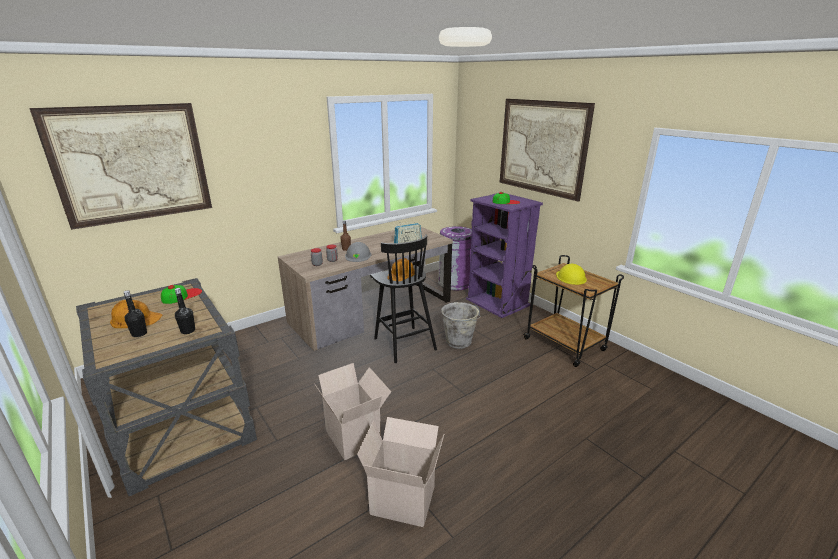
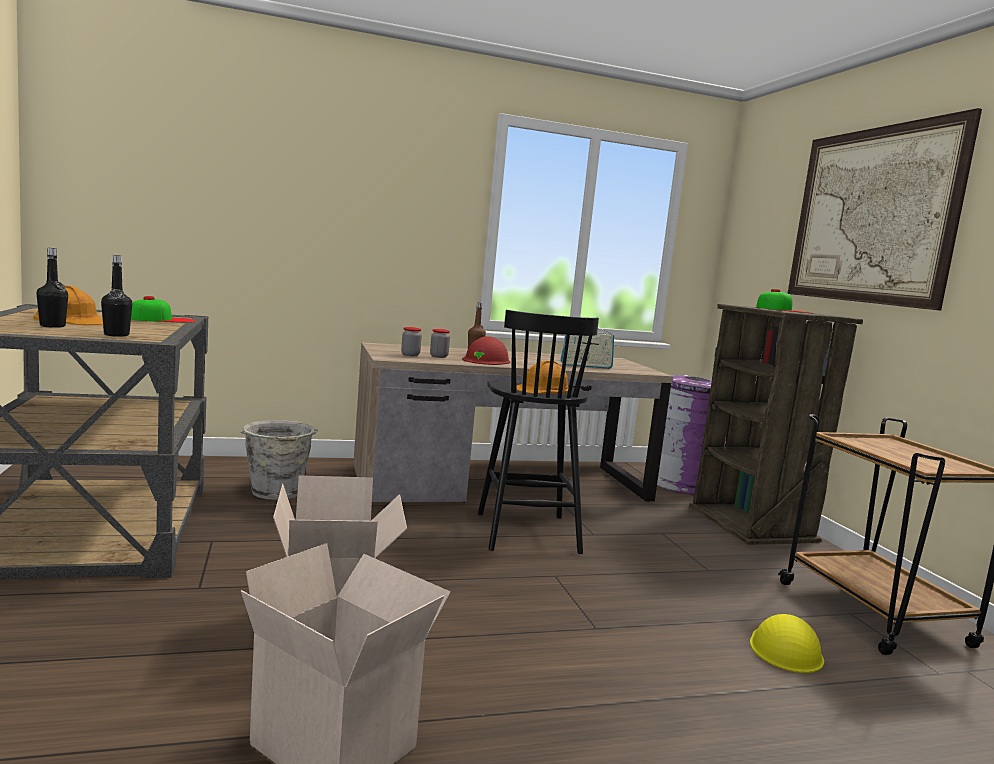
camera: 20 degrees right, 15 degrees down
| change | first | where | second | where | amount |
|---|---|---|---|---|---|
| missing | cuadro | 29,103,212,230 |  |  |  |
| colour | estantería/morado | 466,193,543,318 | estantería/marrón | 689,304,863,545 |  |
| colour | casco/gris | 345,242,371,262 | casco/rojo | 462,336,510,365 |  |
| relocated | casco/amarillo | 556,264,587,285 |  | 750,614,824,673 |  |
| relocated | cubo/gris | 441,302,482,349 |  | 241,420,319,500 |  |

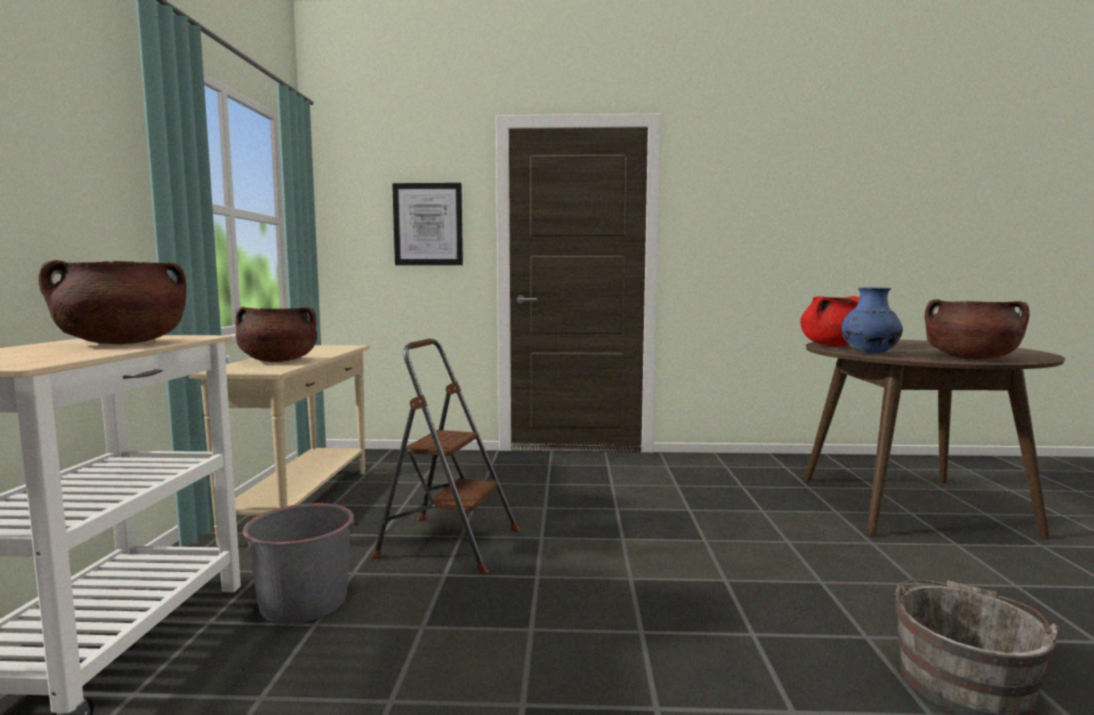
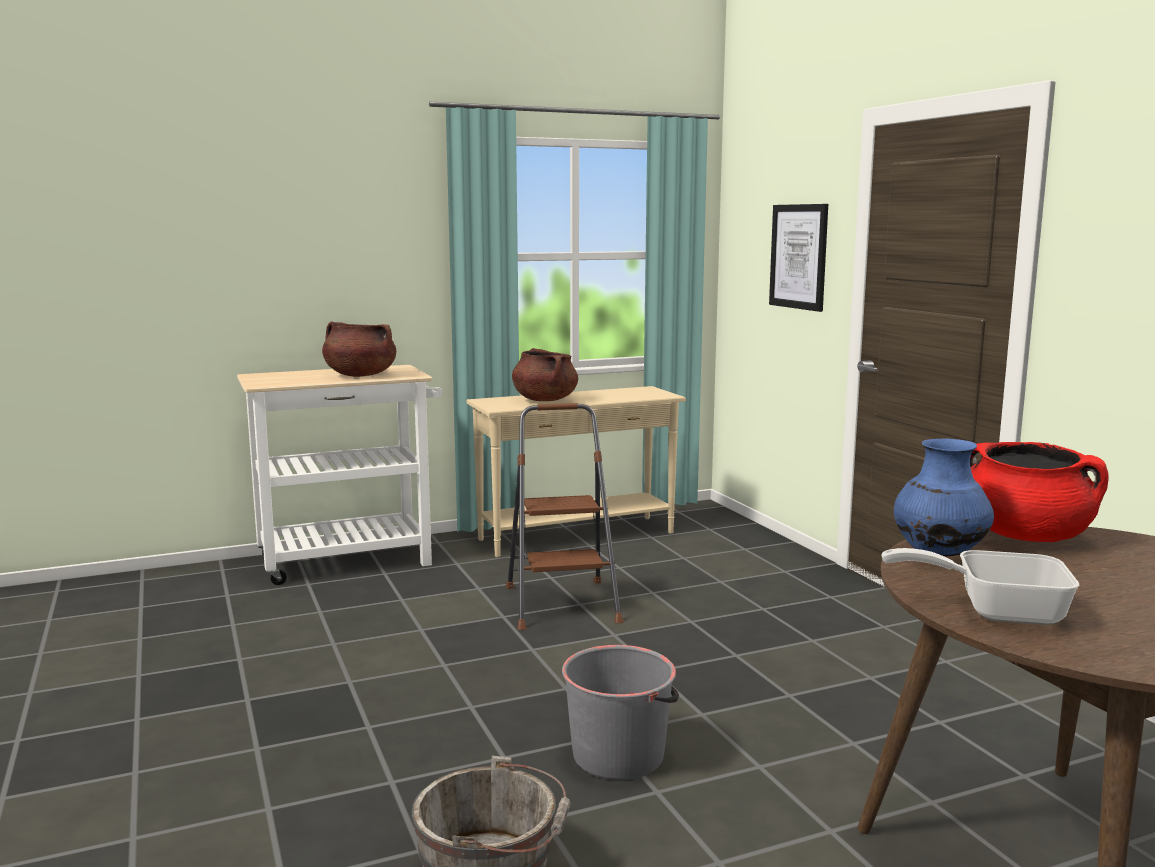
camera: 65 degrees right, 5 degrees up
| change | first | where | second | where | amount |
|---|---|---|---|---|---|
| exchanged | olla/marrón | 925,299,1030,360 | sartén | 882,548,1079,625 |  |
| relocated | cubo/gris | 242,503,359,624 |  | 562,645,679,780 |  |

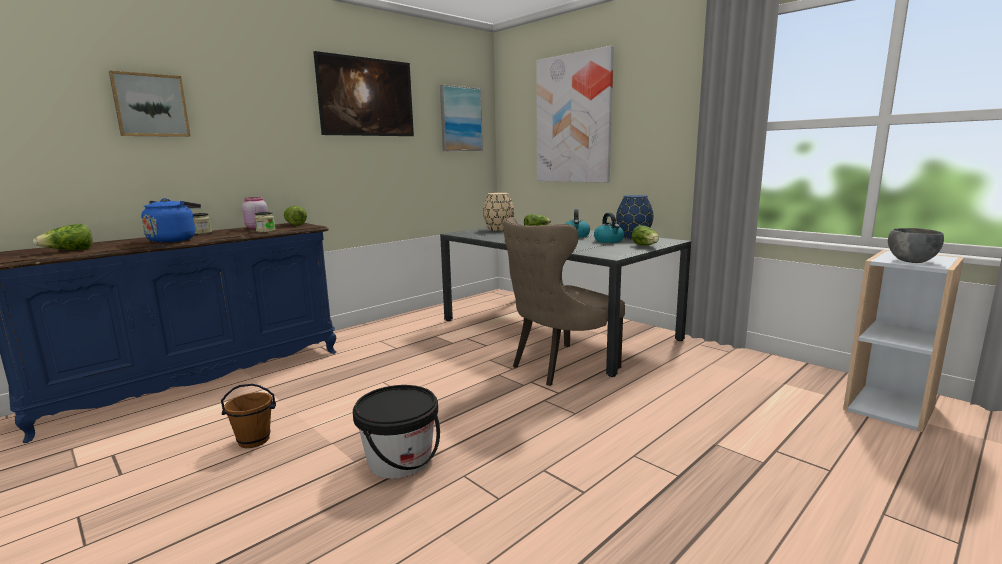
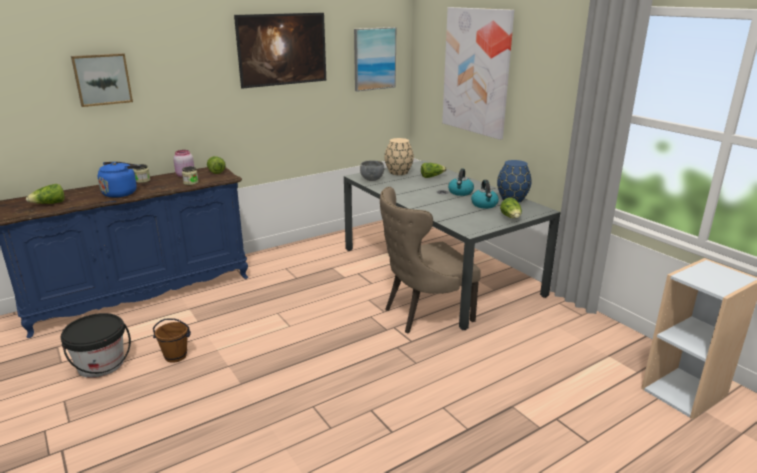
camera: 10 degrees right, 10 degrees up
| change | first | where | second | where | amount |
|---|---|---|---|---|---|
| relocated | cuenco/gris | 888,228,944,263 |  | 360,160,384,181 |  |
| relocated | cubo/negro | 353,385,440,479 |  | 61,313,131,378 |  |

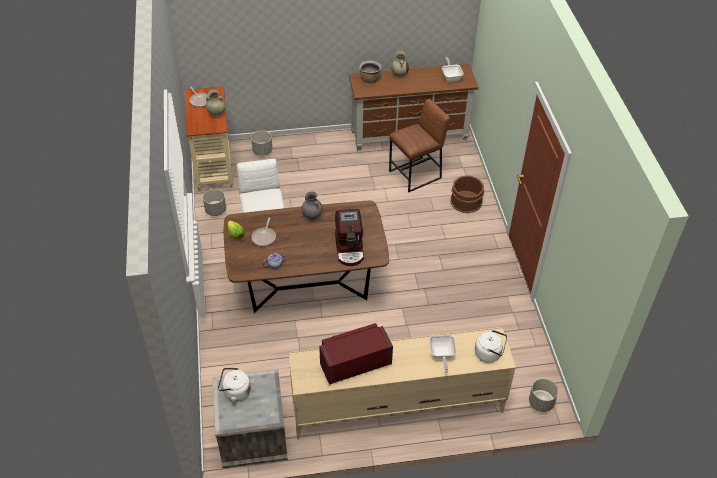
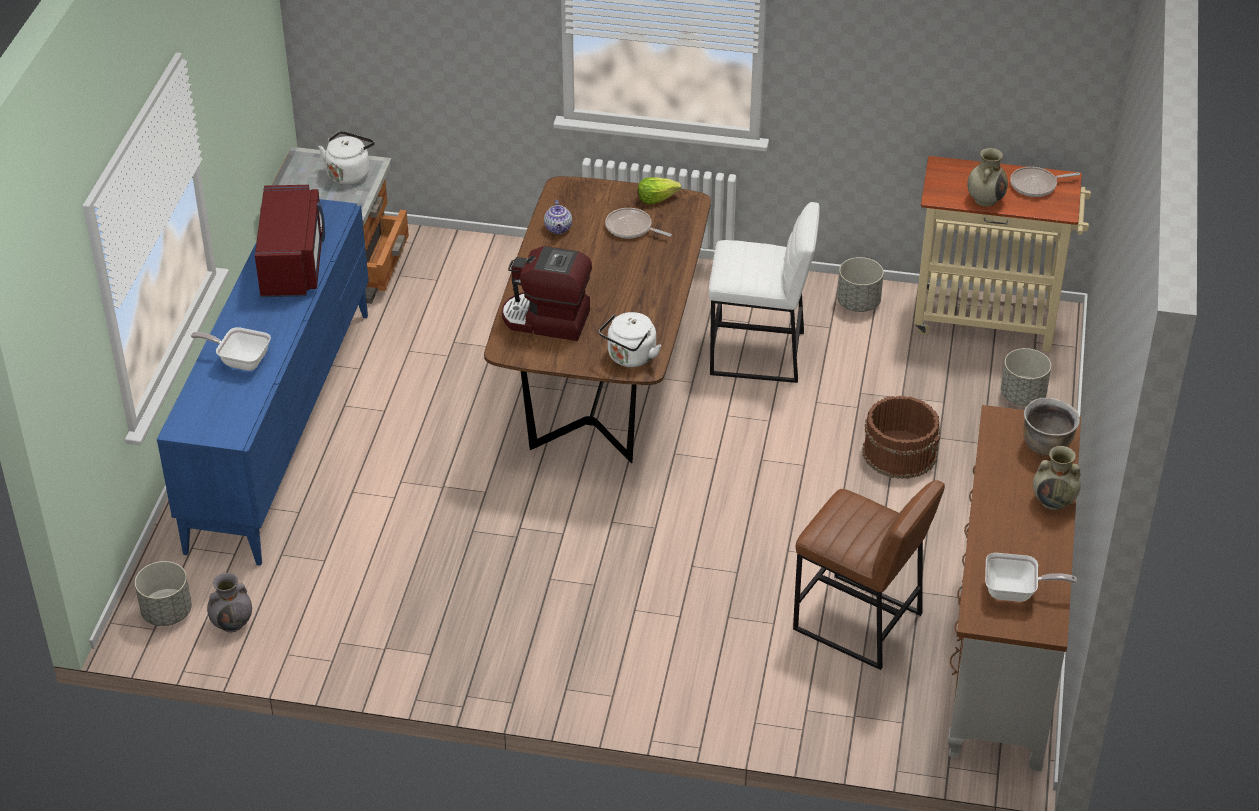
camera: 110 degrees right, 5 degrees down
| change | first | where | second | where | amount |
|---|---|---|---|---|---|
| spun | silla/marrón | 389,99,450,192 |  | 793,480,945,670 | 45 degrees counterclockwise |
| relocated | cubo/marrón | 450,175,484,213 |  | 862,396,940,479 |  |
| relocated | florero/gris | 302,191,322,220 |  | 207,573,252,632 |  |
| colour | armario/beis | 289,327,516,440 | armario/azul | 157,199,369,566 |  |
| relocated | hervidor/blanco | 475,329,507,363 |  | 599,312,661,367 |  |

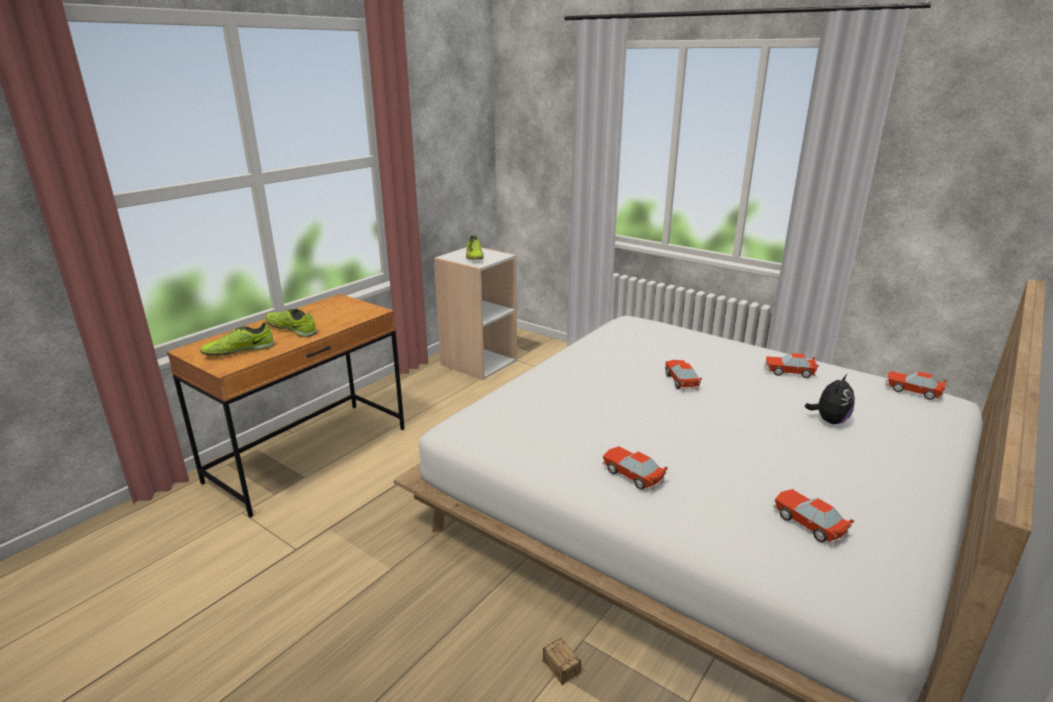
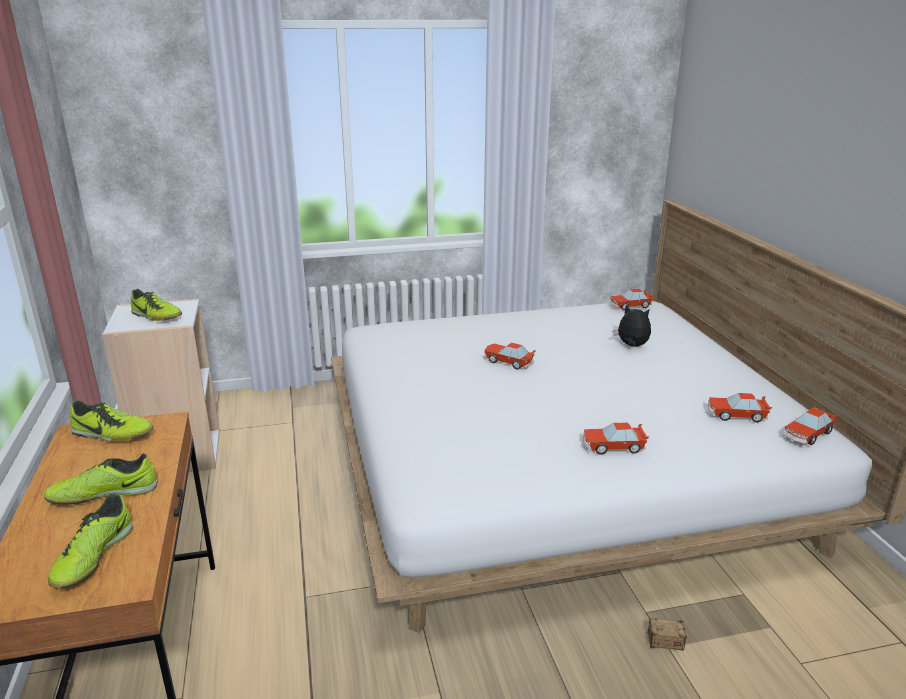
camera: 50 degrees left, 0 degrees up
| change | first | where | second | where | amount |
|---|---|---|---|---|---|
| relocated | coche de juguete | 764,353,819,378 |  | 783,405,838,445 |  |
| spun | peluche | 805,374,855,424 |  | 613,305,651,347 | 45 degrees counterclockwise |
| appeared |  |  | zapato | 70,400,153,442 |  |

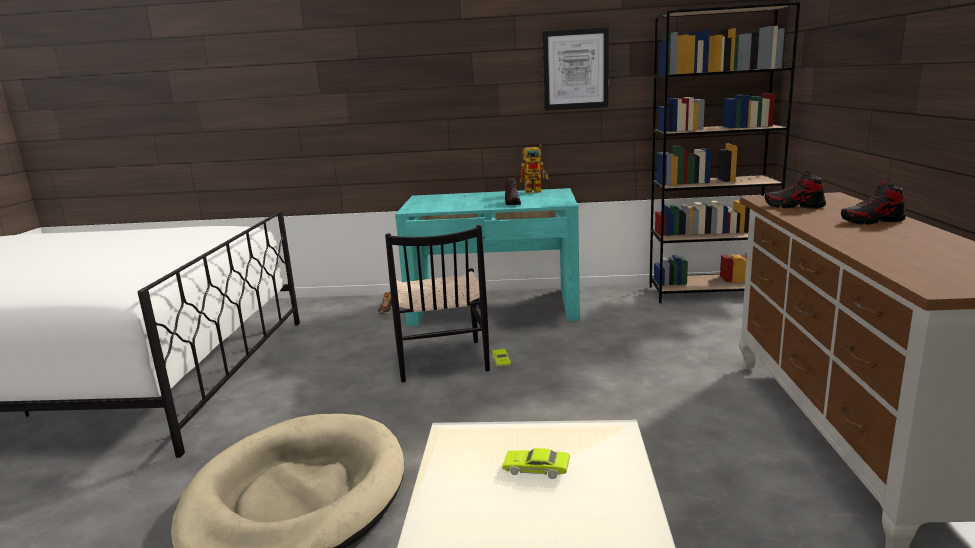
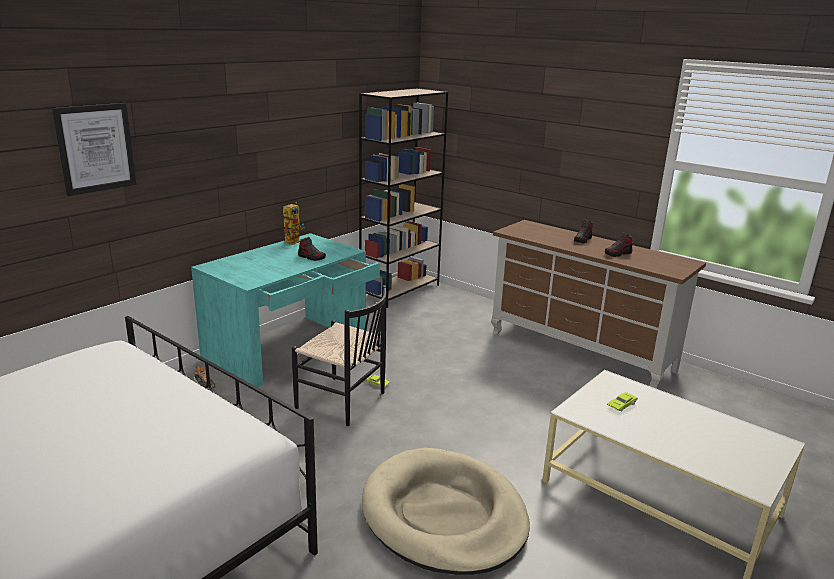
camera: 55 degrees left, 5 degrees up
| change | first | where | second | where | amount |
|---|---|---|---|---|---|
| relocated | cuadro | 542,27,609,111 |  | 52,103,137,196 |  |
| relocated | zapato | 765,171,826,209 |  | 605,233,633,257 |  |

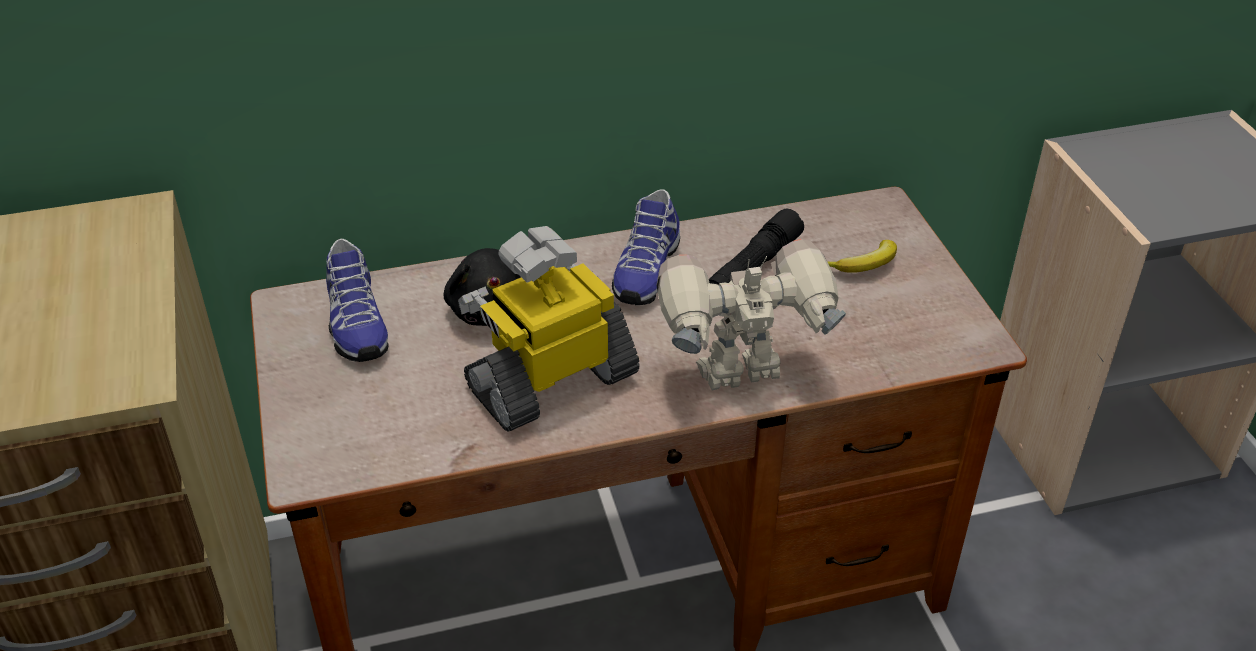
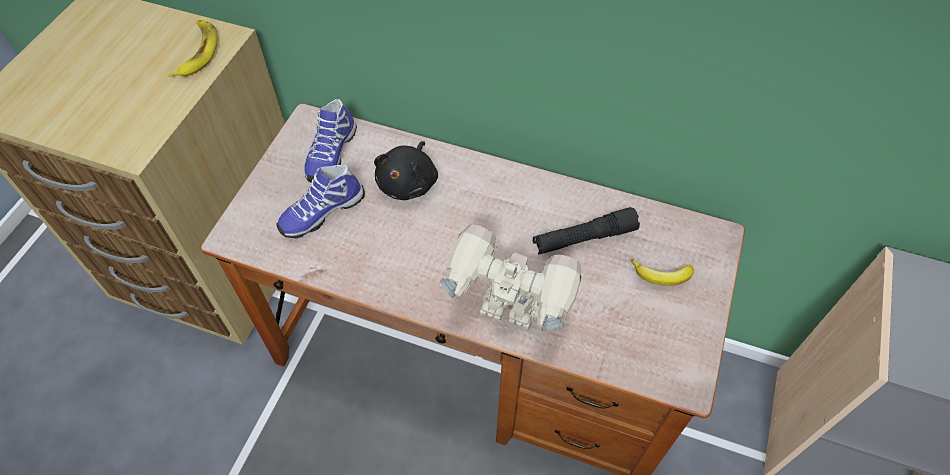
camera: 35 degrees right, 15 degrees up
| change | first | where | second | where | amount |
|---|---|---|---|---|---|
| relocated | zapato | 612,189,680,305 |  | 277,165,365,238 |  |
| missing | robot de juguete | 458,226,640,432 |  |  |  |
| appeared |  |  | plátano | 168,20,218,77 |  |

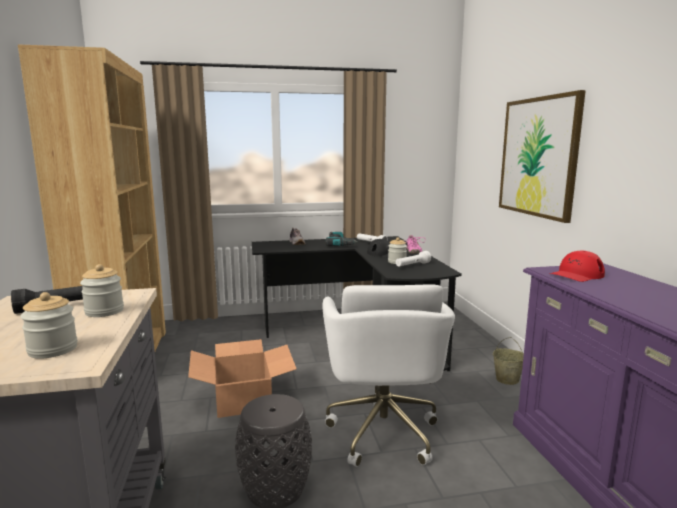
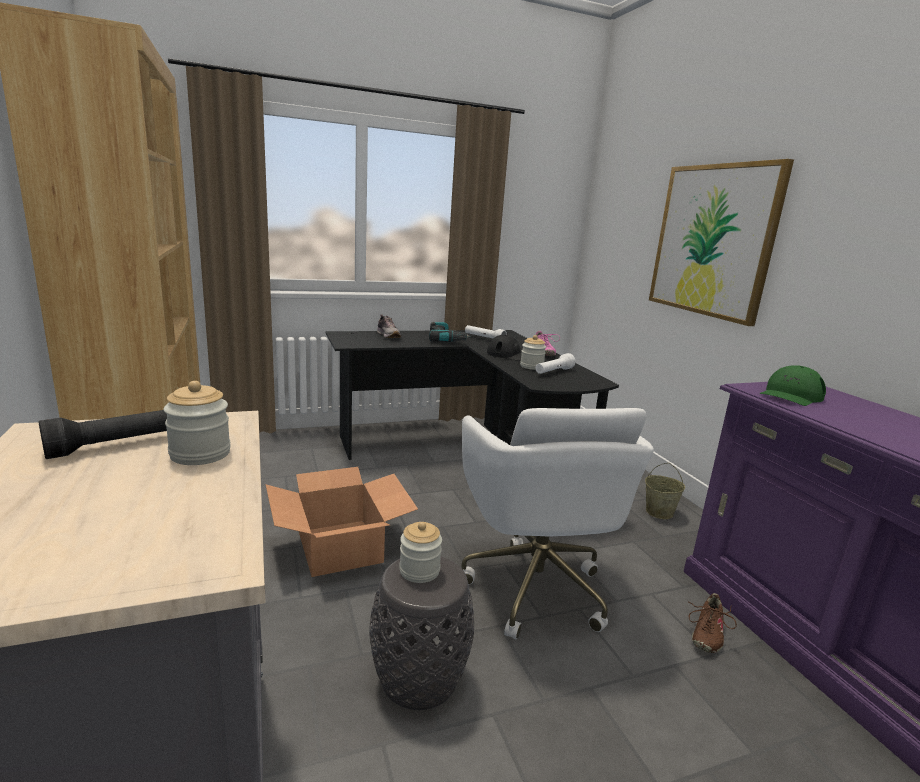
camera: 10 degrees left, 5 degrees up
| change | first | where | second | where | amount |
|---|---|---|---|---|---|
| colour | gorra/rojo | 549,251,605,282 | gorra/verde | 760,365,826,406 |  |
| relocated | tarro | 20,292,78,359 |  | 399,522,442,583 |  |
| appeared |  |  | zapato/marrón | 688,593,737,653 |  |

